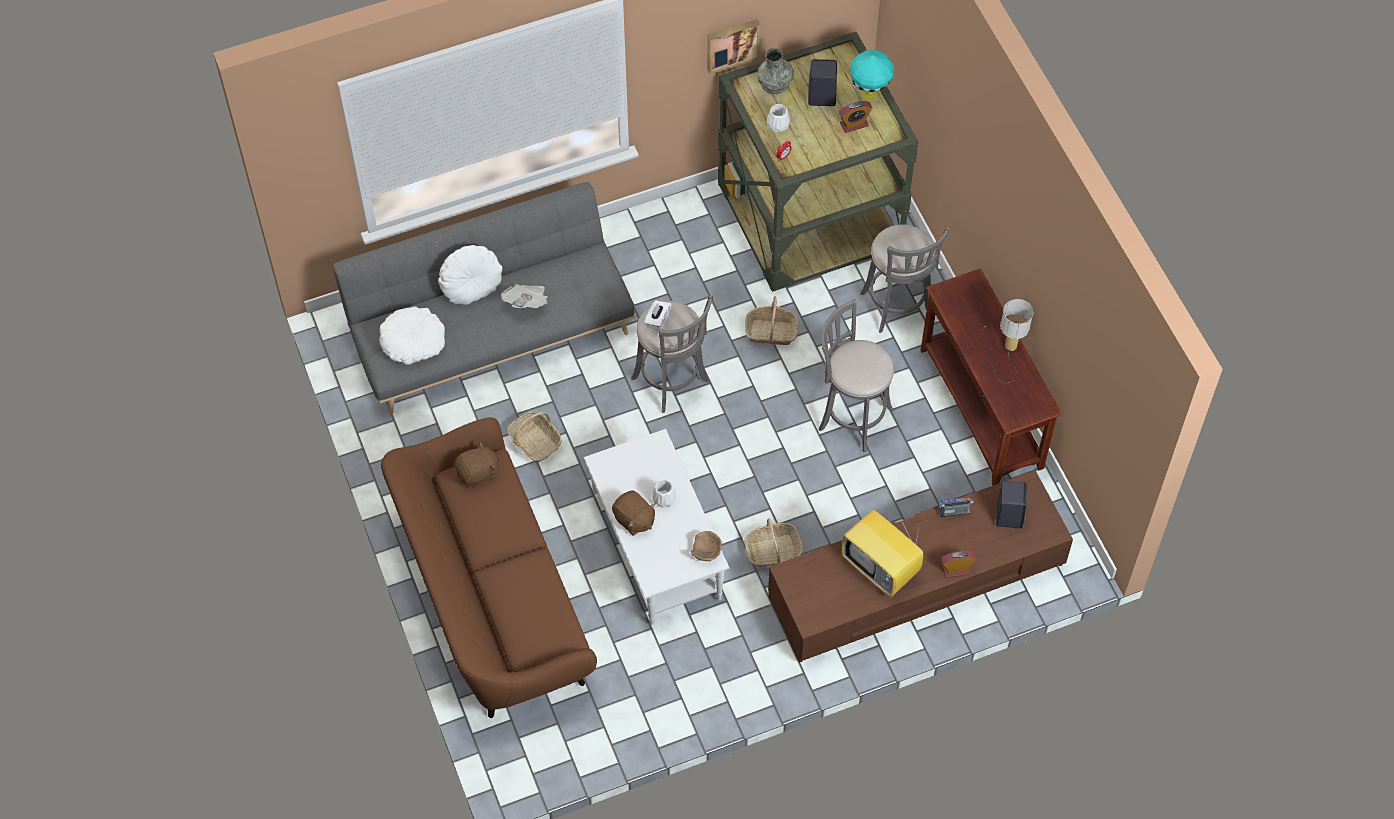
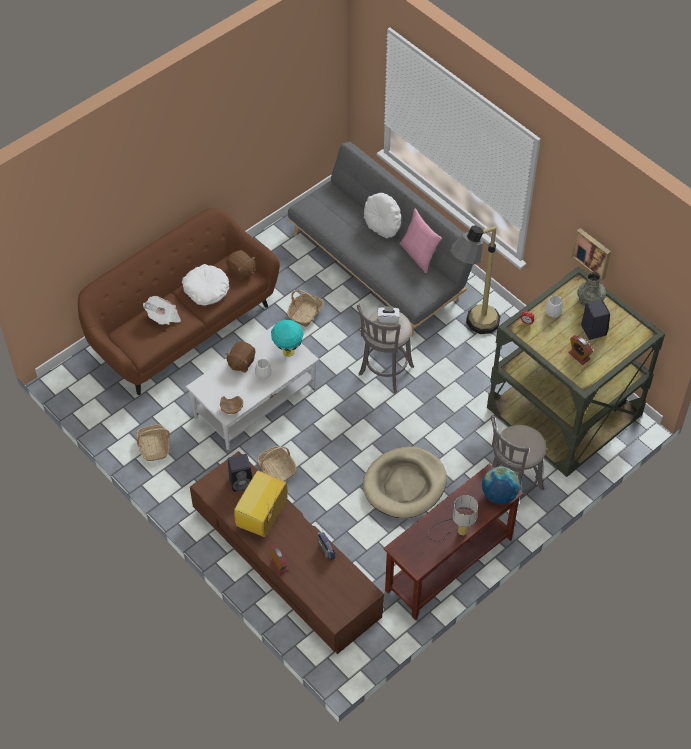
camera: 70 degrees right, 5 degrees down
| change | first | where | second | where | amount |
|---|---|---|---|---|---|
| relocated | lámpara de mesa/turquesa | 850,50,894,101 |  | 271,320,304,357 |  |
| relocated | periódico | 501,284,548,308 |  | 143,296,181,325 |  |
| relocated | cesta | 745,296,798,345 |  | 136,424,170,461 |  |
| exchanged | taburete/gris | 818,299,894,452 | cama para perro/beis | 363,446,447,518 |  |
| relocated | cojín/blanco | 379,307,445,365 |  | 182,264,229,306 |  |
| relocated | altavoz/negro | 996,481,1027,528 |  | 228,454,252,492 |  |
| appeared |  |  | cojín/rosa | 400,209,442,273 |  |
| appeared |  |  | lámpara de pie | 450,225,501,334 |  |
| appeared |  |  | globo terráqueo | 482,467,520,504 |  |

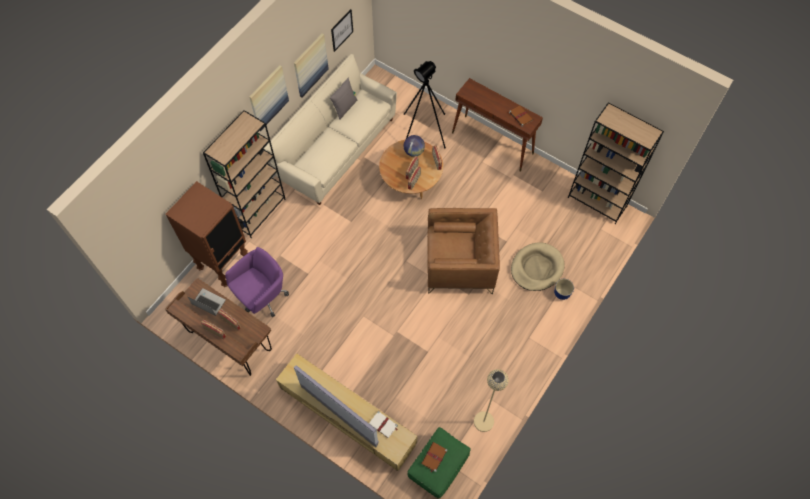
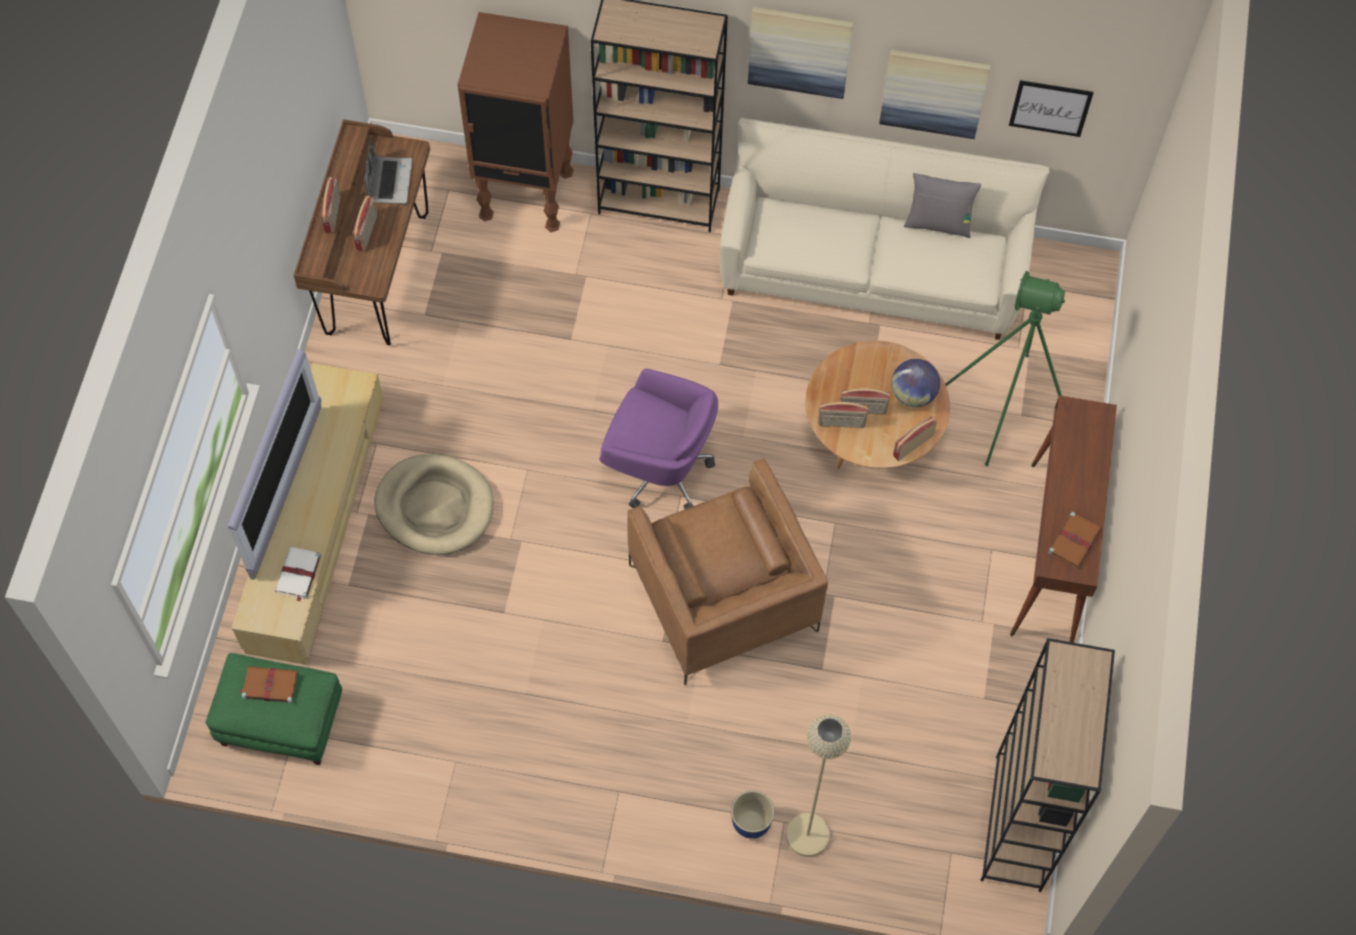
camera: 65 degrees right, 0 degrees up
| change | first | where | second | where | amount |
|---|---|---|---|---|---|
| colour | lámpara de pie/negro | 404,61,446,148 | lámpara de pie/verde | 945,271,1065,466 |  |
| relocated | cama para perro/beis | 511,242,565,291 |  | 374,454,494,555 |  |
| relocated | silla de oficina/morado | 225,247,289,317 |  | 599,368,718,509 |  |
| relocated | lámpara de pie/beis | 474,369,509,432 |  | 786,714,851,857 |  |

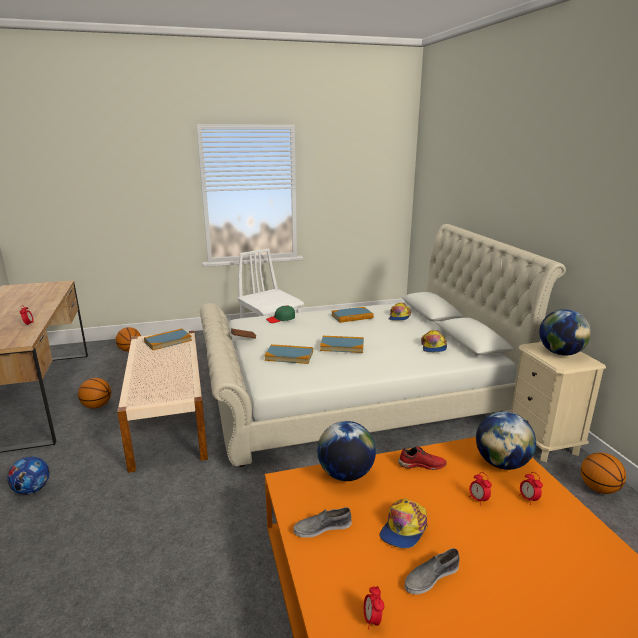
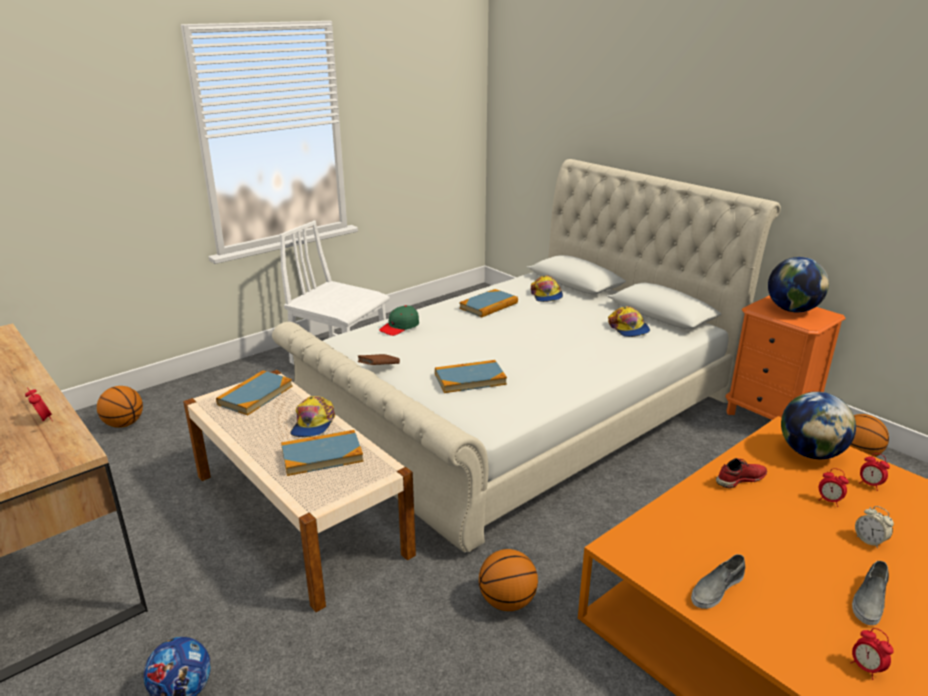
camera: 25 degrees left, 5 degrees up
| change | first | where | second | where | amount |
|---|---|---|---|---|---|
| relocated | libro | 320,336,364,353 |  | 281,430,364,476 |  |
| colour | mesita de noche/beis | 511,342,606,462 | mesita de noche/naranja | 726,295,846,420 |  |
| relocated | balón de baloncesto | 78,378,111,409 |  | 479,549,538,611 |  |
| missing | globo terráqueo | 317,421,376,481 |  |  |  |
| relocated | gorra | 379,498,428,548 |  | 290,396,336,437 |  |
| appeared |  |  | despertador | 855,506,894,549 |  |

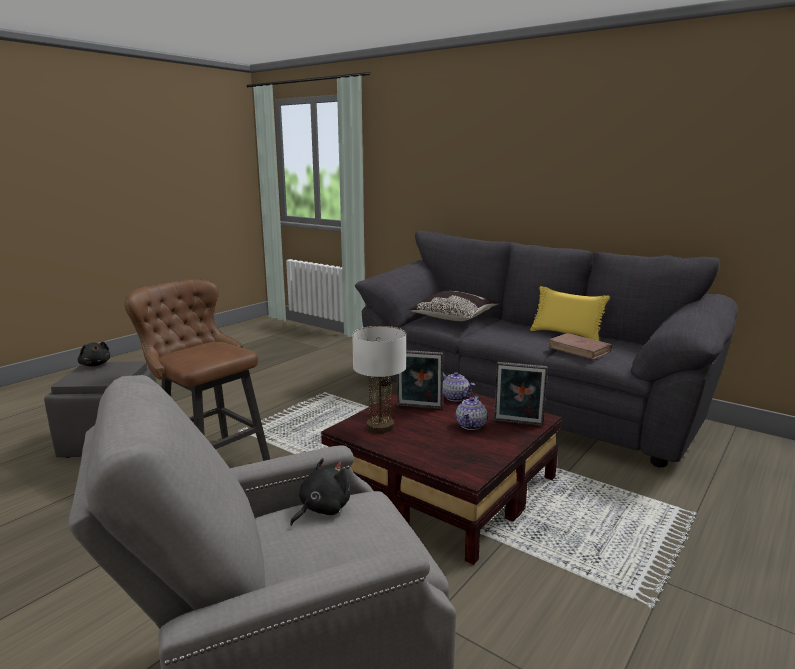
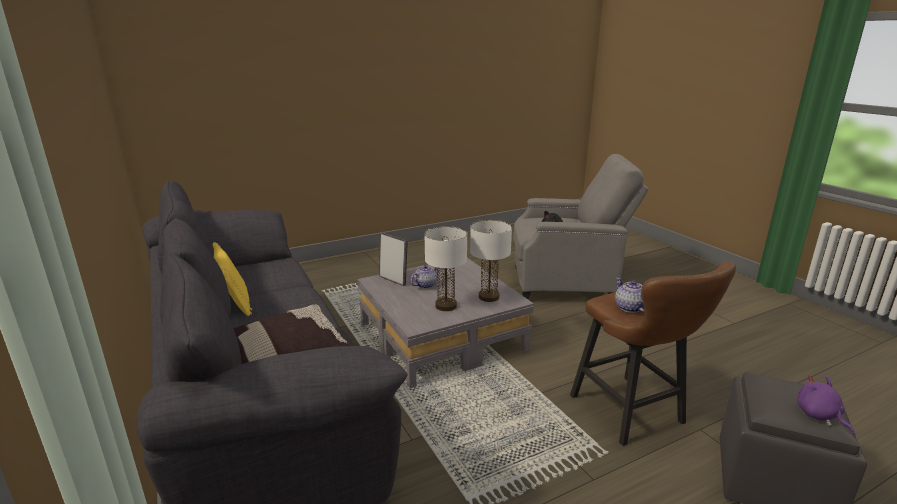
camera: 155 degrees left, 5 degrees up
| change | first | where | second | where | amount |
|---|---|---|---|---|---|
| missing | libro/marrón | 548,333,612,360 |  |  |  |
| colour | peluche/negro | 78,341,110,367 | peluche/morado | 797,375,855,435 |  |
| exchanged | portarretratos | 397,350,443,409 | lámpara de mesa | 425,226,467,311 |  |
| relocated | tetera | 443,372,475,401 |  | 615,278,645,313 |  |
| colour | mesa de centro/marrón | 321,392,562,565 | mesa de centro/gris | 358,258,534,388 |  |

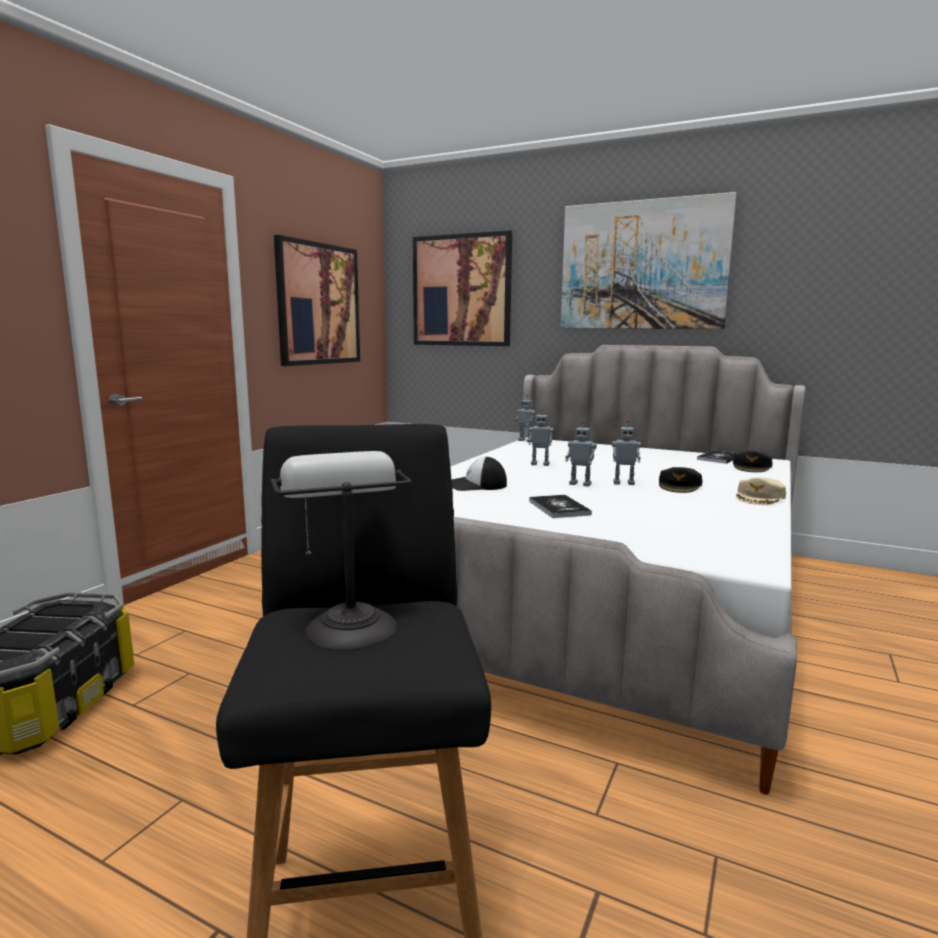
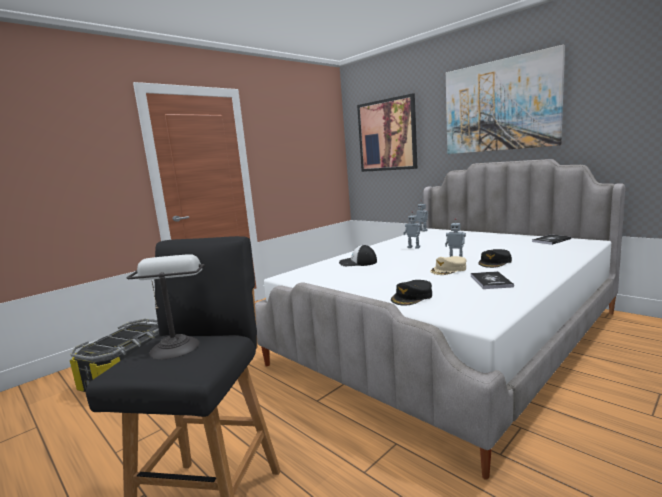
camera: 20 degrees right, 0 degrees up
| change | first | where | second | where | amount |
|---|---|---|---|---|---|
| missing | cuadro | 274,235,360,366 |  |  |  |
| missing | robot de juguete | 565,420,597,487 |  |  |  |
| relocated | gorra/negro | 733,451,773,472 |  | 391,280,432,306 |  |
| relocated | gorra/beis | 736,477,786,505 |  | 430,256,466,275 |  |
| relocated | libro | 529,495,592,518 |  | 471,271,514,289 |  |

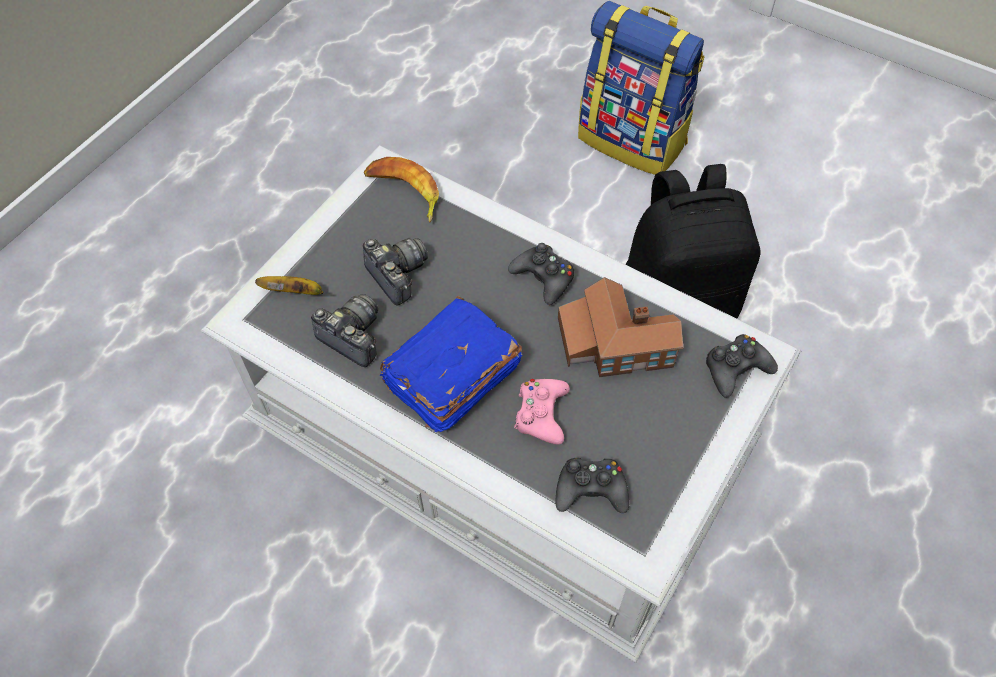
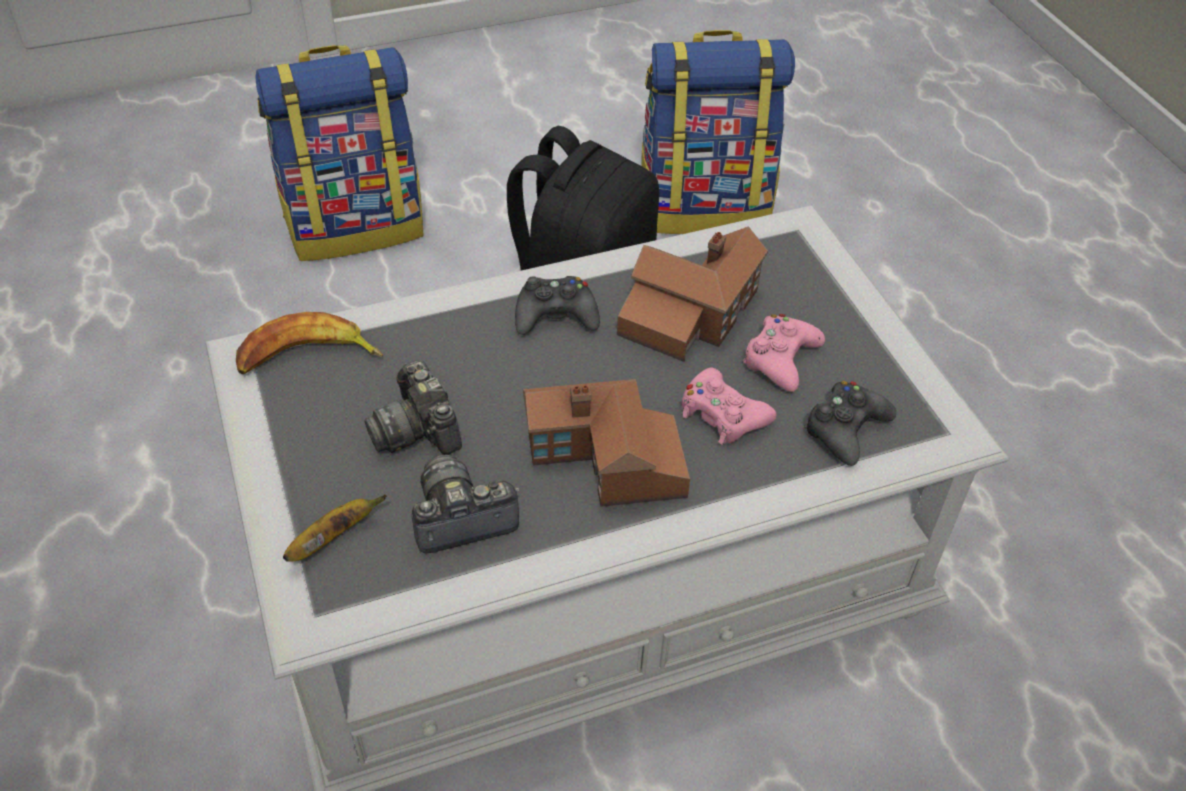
camera: 55 degrees left, 10 degrees down
| change | first | where | second | where | amount |
|---|---|---|---|---|---|
| spun | cámara | 363,238,428,306 |  | 364,360,462,455 | 120 degrees counterclockwise |
| exchanged | libro/azul | 379,296,522,432 | casita | 523,379,690,507 |  |
| missing | mando de consola/negro | 706,334,778,398 |  |  |  |
| appeared |  |  | mochila | 641,30,795,234 |  |
| appeared |  |  | mando de consola/rosa | 742,314,825,392 |  |

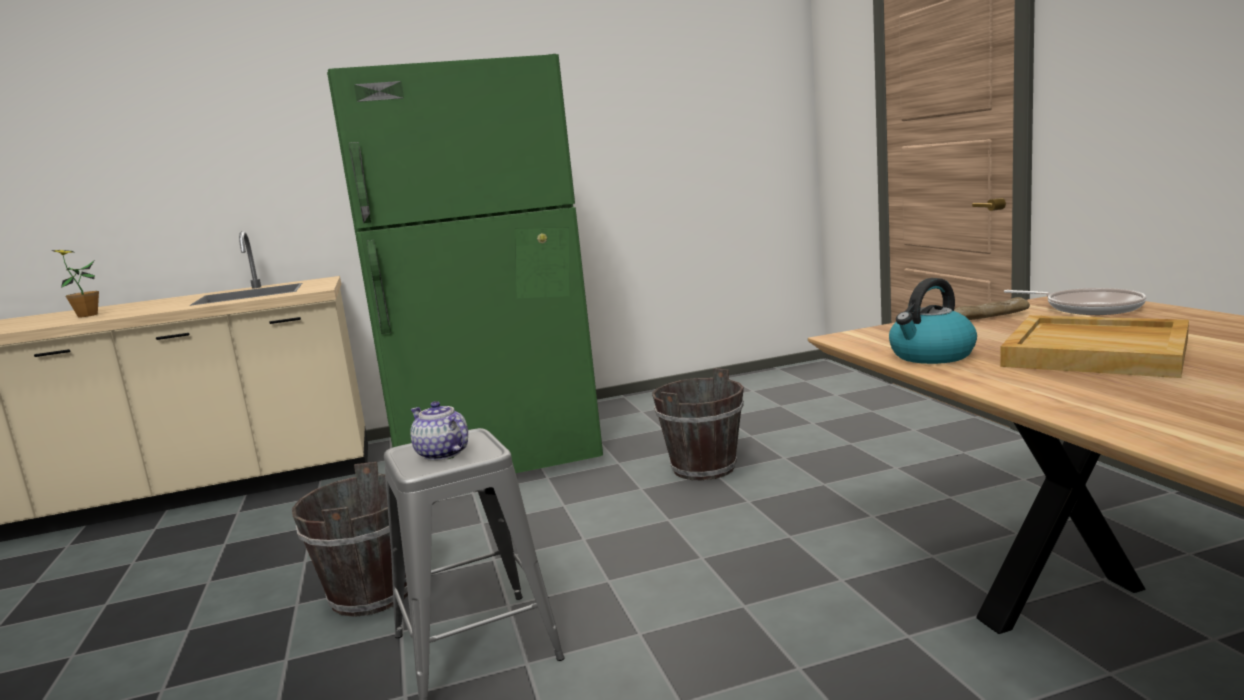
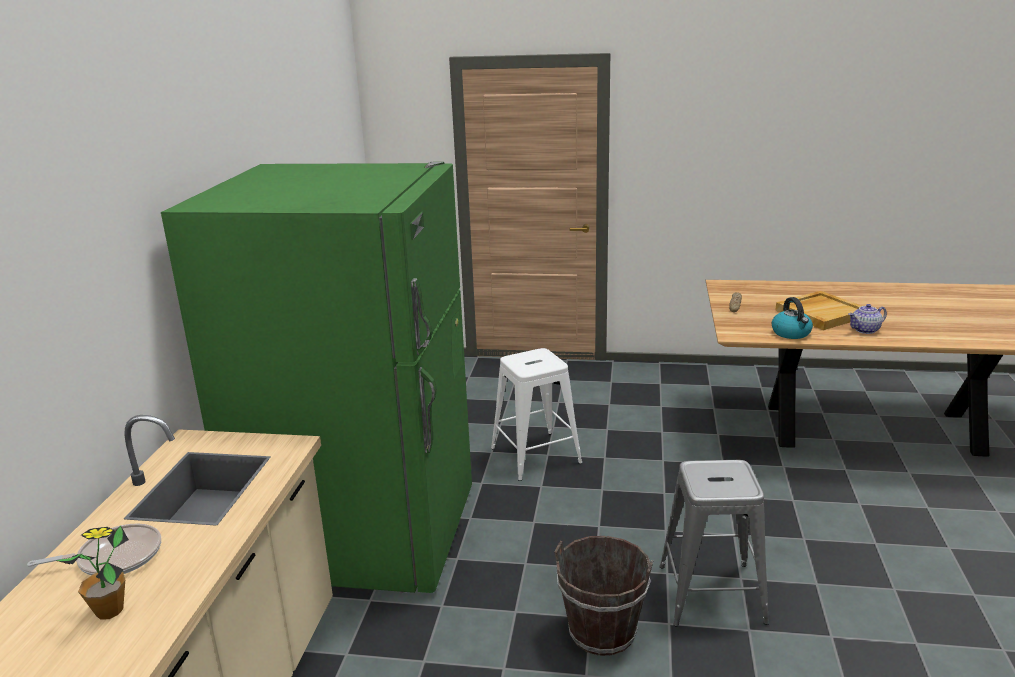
camera: 65 degrees left, 10 degrees up
| change | first | where | second | where | amount |
|---|---|---|---|---|---|
| relocated | sartén | 1004,288,1146,315 |  | 27,524,161,576 |  |
| exchanged | cubo/marrón | 652,368,744,480 | taburete/blanco | 491,348,582,481 |  |
| relocated | tetera | 410,401,468,461 |  | 848,304,887,334 |  |

